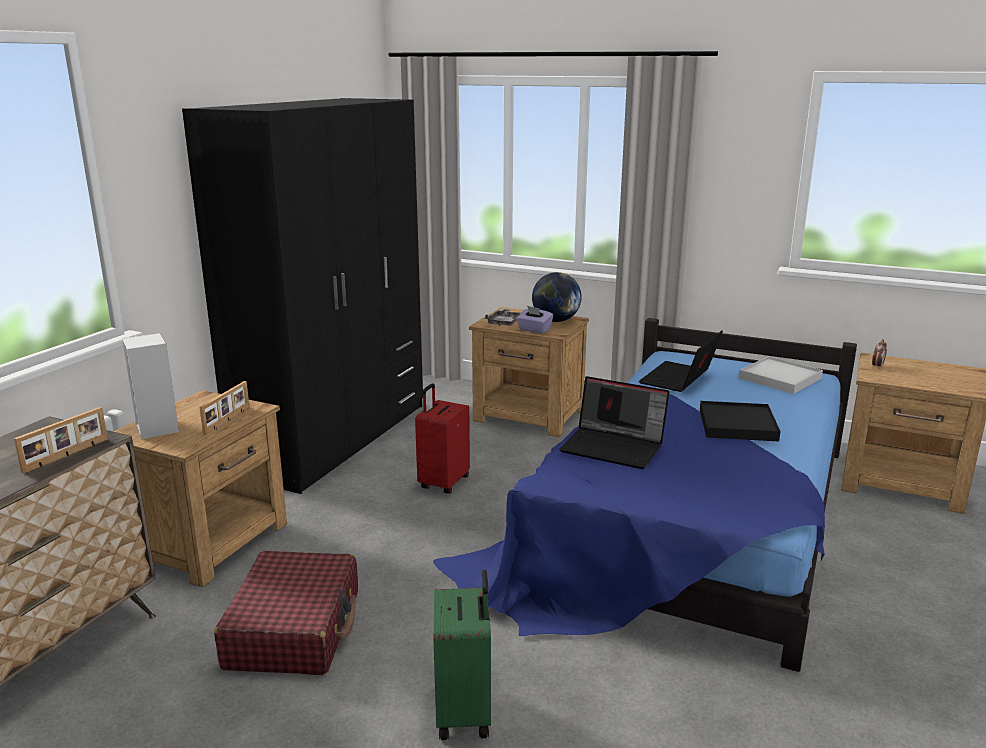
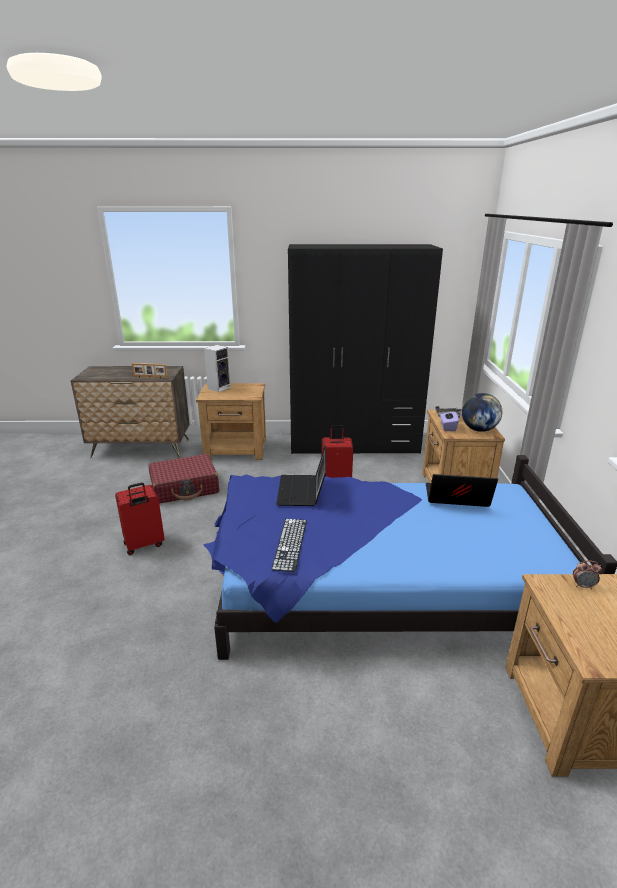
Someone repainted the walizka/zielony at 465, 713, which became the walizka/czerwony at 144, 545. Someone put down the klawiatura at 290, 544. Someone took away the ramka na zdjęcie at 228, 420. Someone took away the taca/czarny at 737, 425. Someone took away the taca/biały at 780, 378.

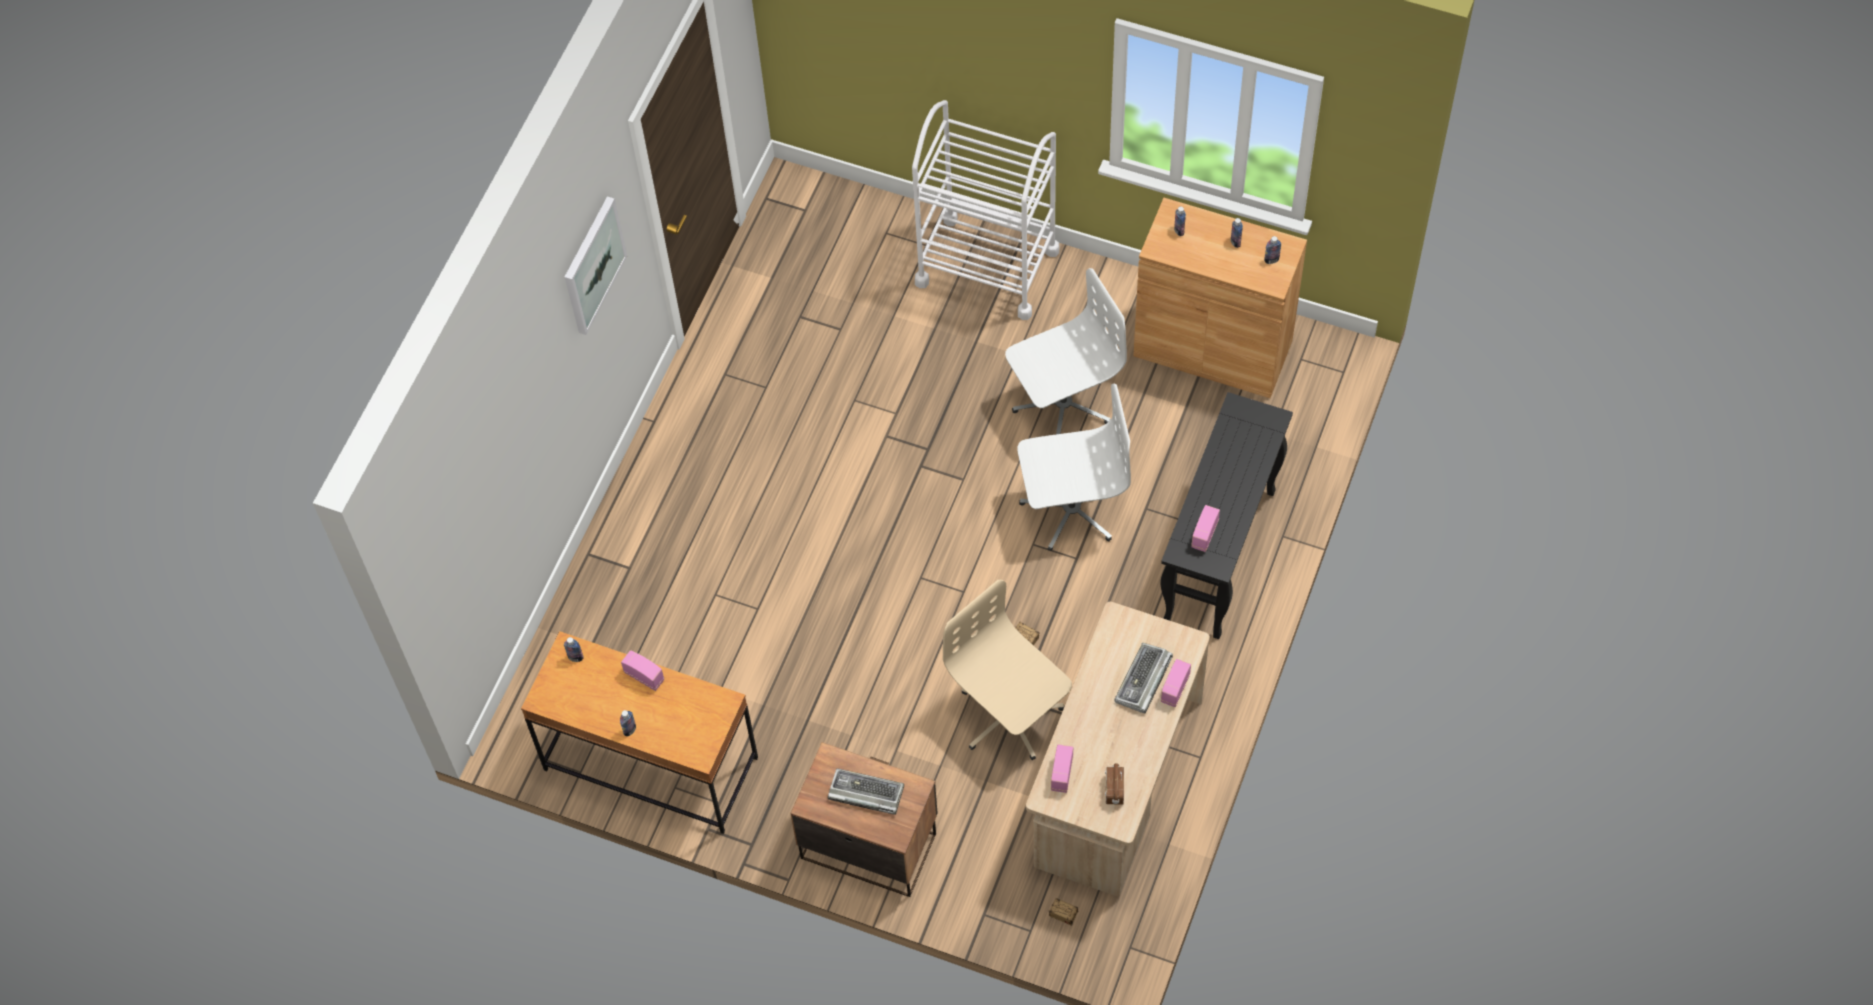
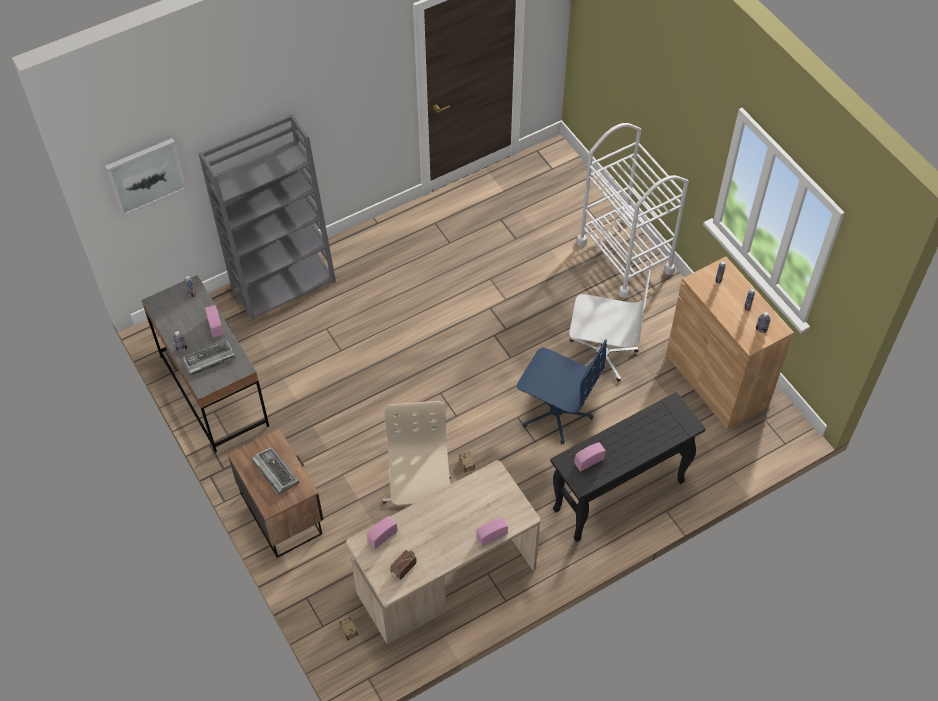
Someone carried the obraz from 592, 265 to 145, 176. Someone repainted the biurko/brązowy at 650, 763, which became the biurko/szary at 214, 391. Someone carried the klawiatura from 1143, 681 to 209, 360. Someone put down the regał/szary at 284, 283. Someone repainted the krzesło biurowe/biały at 1071, 508, which became the krzesło biurowe/niebieski at 556, 412.

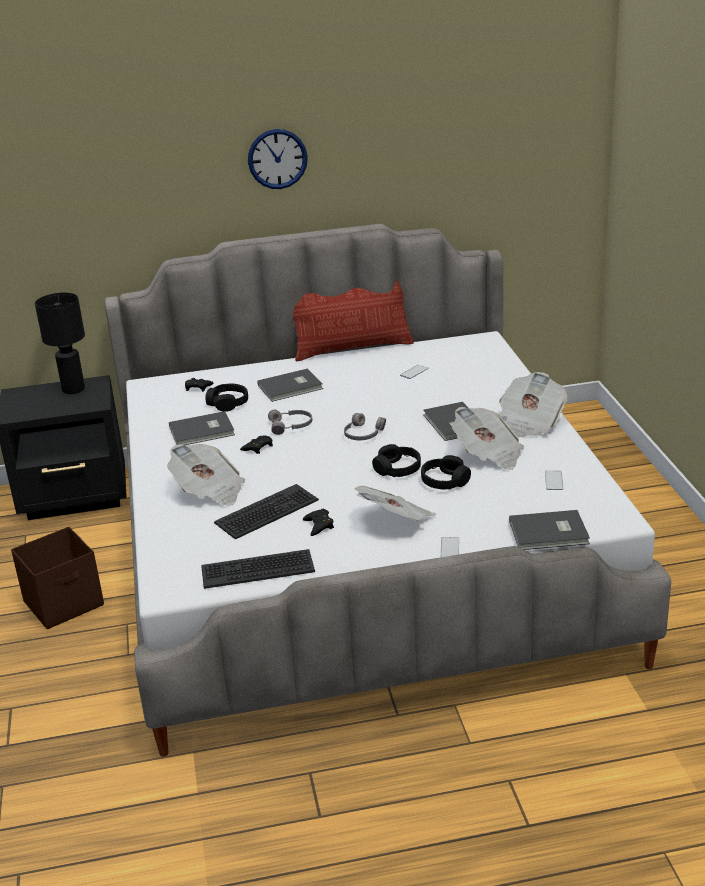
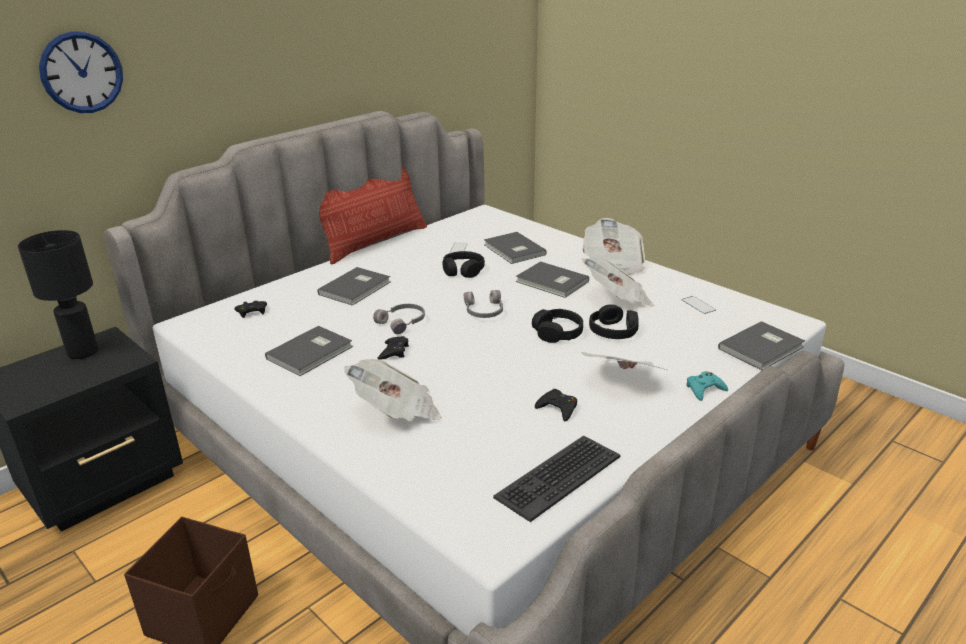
Someone carried the zegar ścienny from 277, 159 to 81, 72. Someone carried the słuchawki/czarny from 228, 403 to 463, 270. Someone put down the książka/szary at 513, 250. Someone swapped the telefon at 449, 549 for the pad do gier/turkusowy at 704, 389. Someone took away the klawiatura at 267, 512.

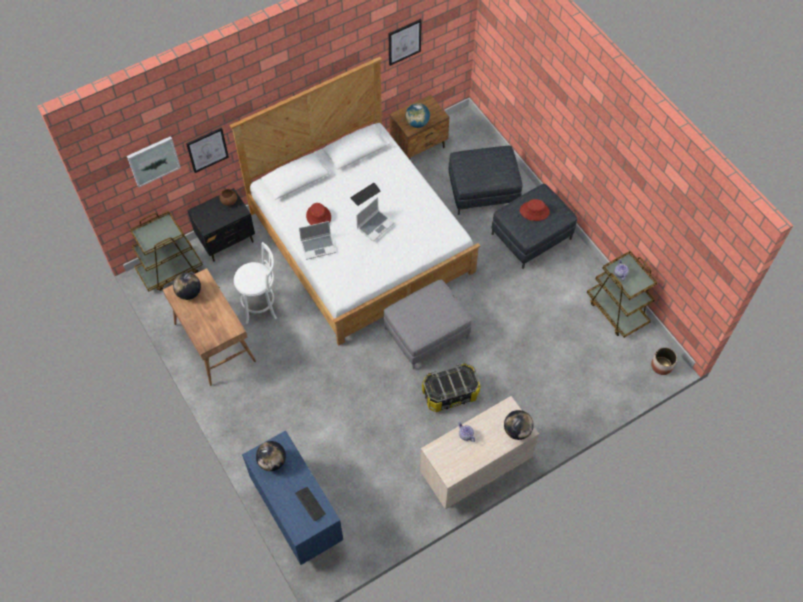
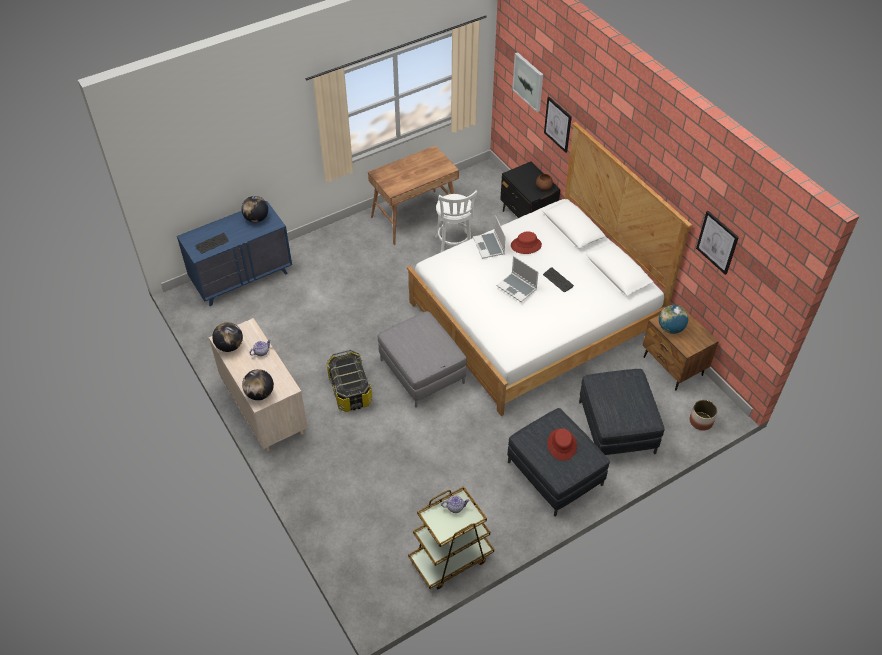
Someone carried the globus from 189, 293 to 230, 346. Someone carried the donica from 662, 365 to 701, 421. Someone took away the wózek/brązowy at 170, 270.

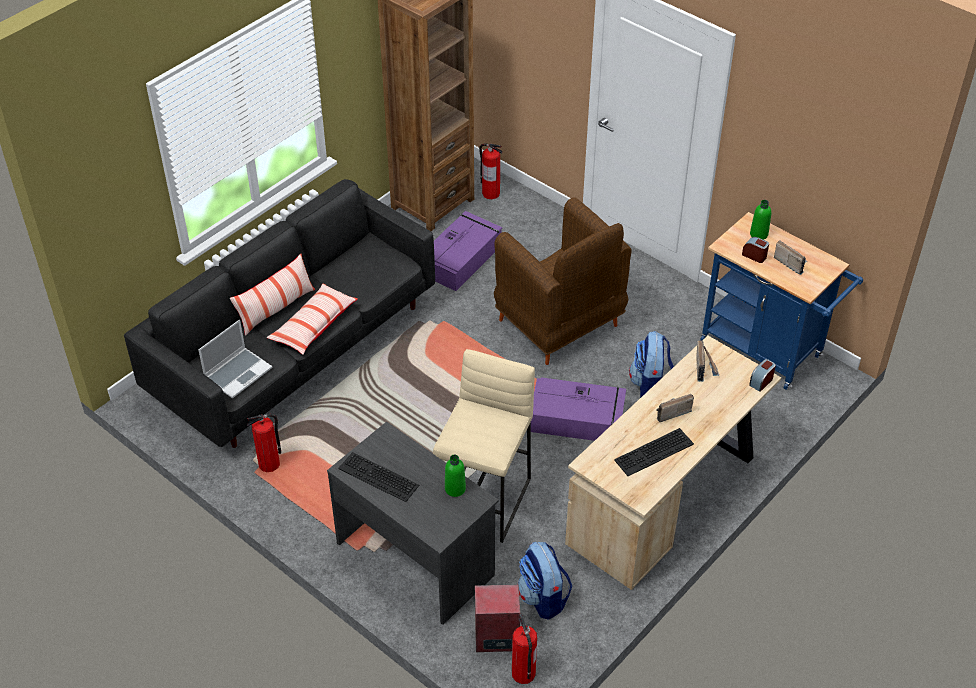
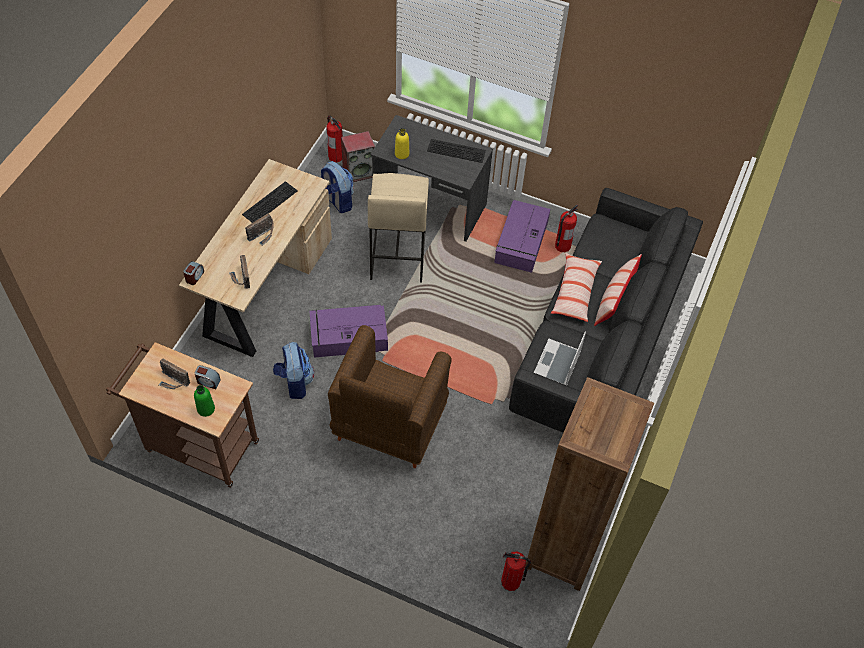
Someone repainted the wózek/niebieski at 767, 351, which became the wózek/brązowy at 196, 444. Someone rotated the fotel/brązowy at 559, 324 by 105 degrees counterclockwise. Someone repainted the butelka/zielony at 455, 489, which became the butelka/żółty at 402, 154. Someone carried the pojemnik do przechowywania/fioletowy from 461, 258 to 521, 243. Someone carried the laptop from 238, 373 to 557, 365.

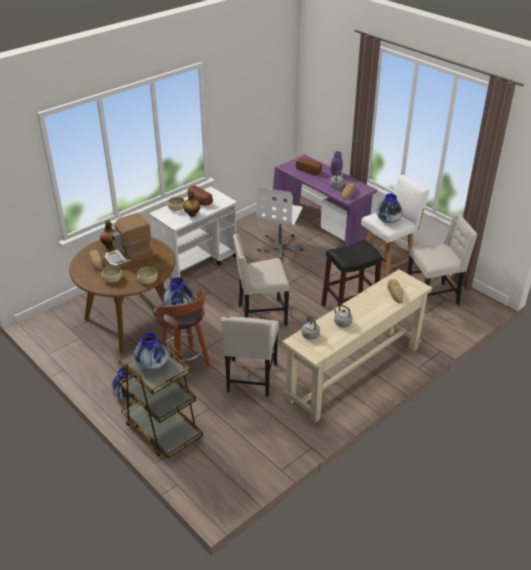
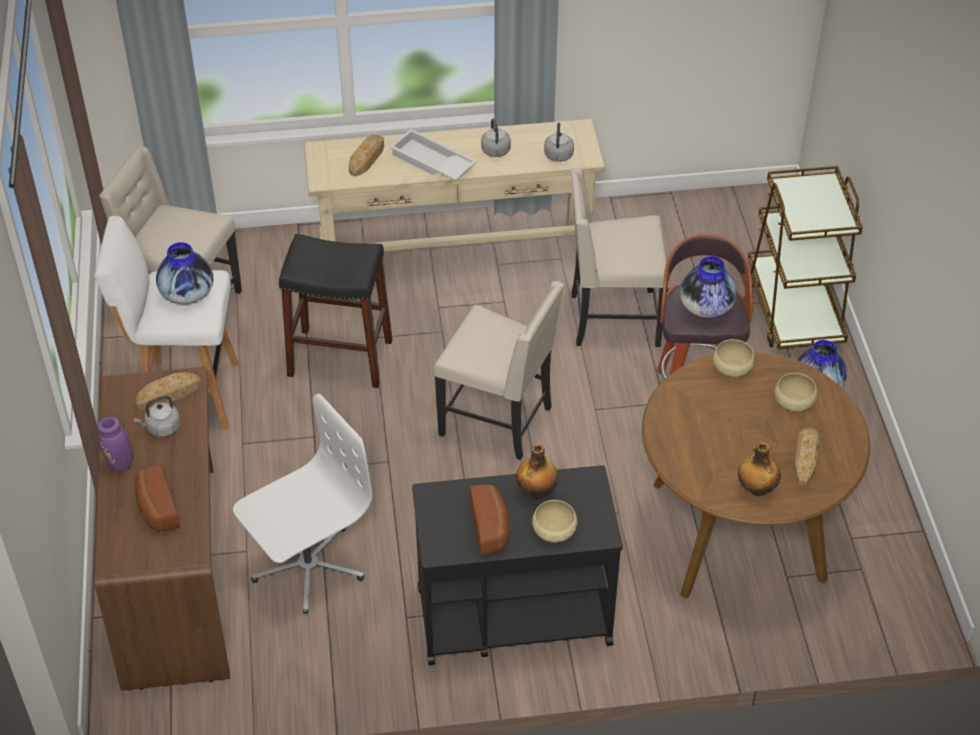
Someone repainted the biurko/fioletowy at 319, 228, which became the biurko/brązowy at 175, 572. Someone put down the taca/biały at 431, 162. Someone repainted the wózek/biały at 197, 262, which became the wózek/czarny at 512, 615. Someone rotated the krzesło/beżowy at 251, 378 by 135 degrees counterclockwise. Someone took away the ekspres do kawy at 129, 257. Someone took away the wazon at 152, 364.

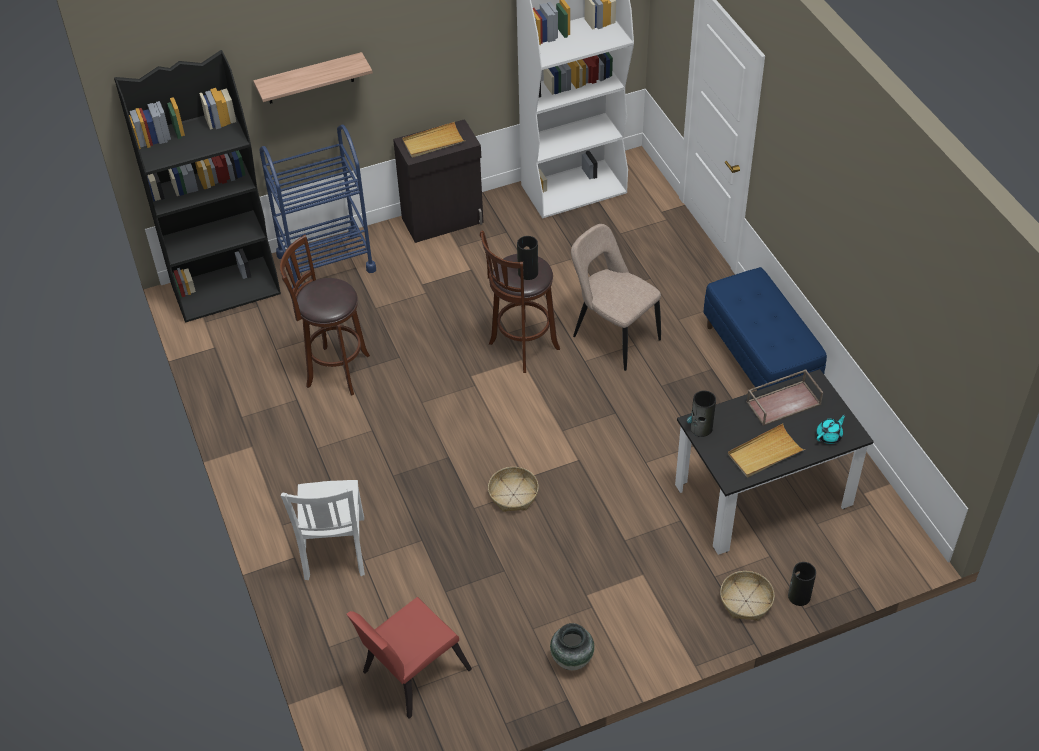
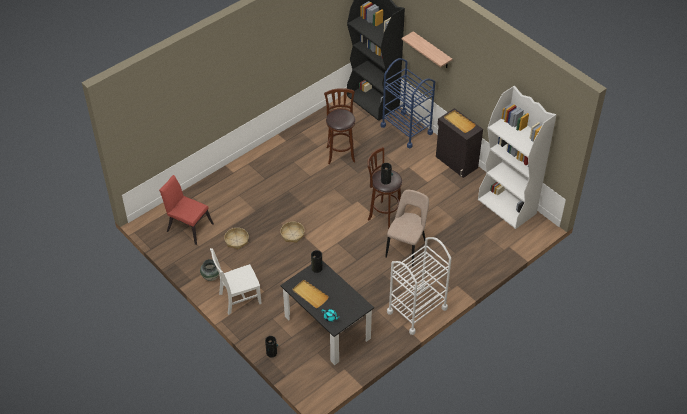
Someone carried the krzesło/biały from 334, 550 to 238, 299. Someone carried the koszyk from 746, 601 to 236, 241. Someone swapped the ławka/niebieski at 760, 360 for the wózek/biały at 417, 310. Someone took away the taca/brązowy at 783, 402.

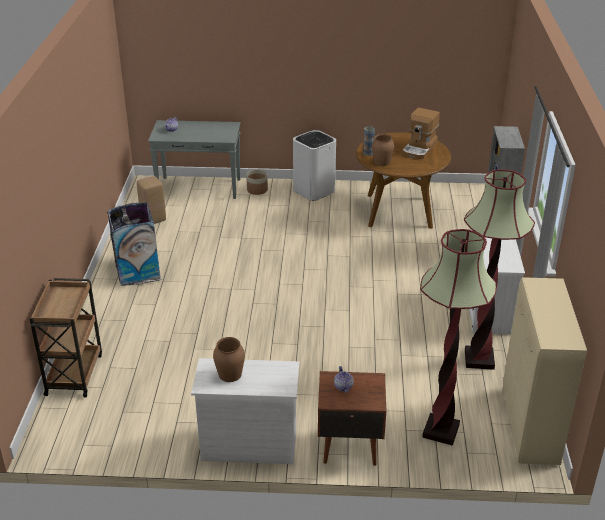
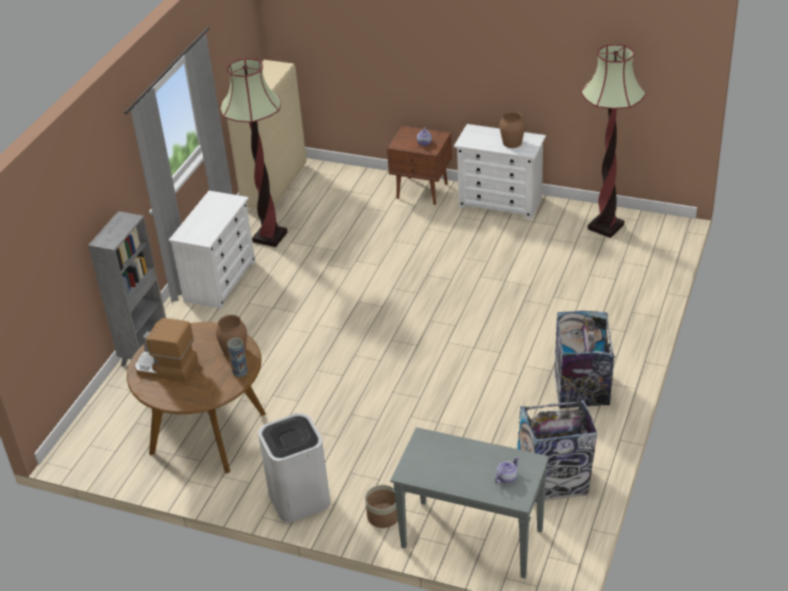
Someone rotated the ekspres do kawy at 420, 149 by 120 degrees counterclockwise. Someone swapped the stołek/beżowy at 153, 219 for the kosz na śmieci at 553, 480. Someone carried the lampa stojąca from 441, 431 to 605, 227. Someone took away the wózek/brązowy at 74, 373.

